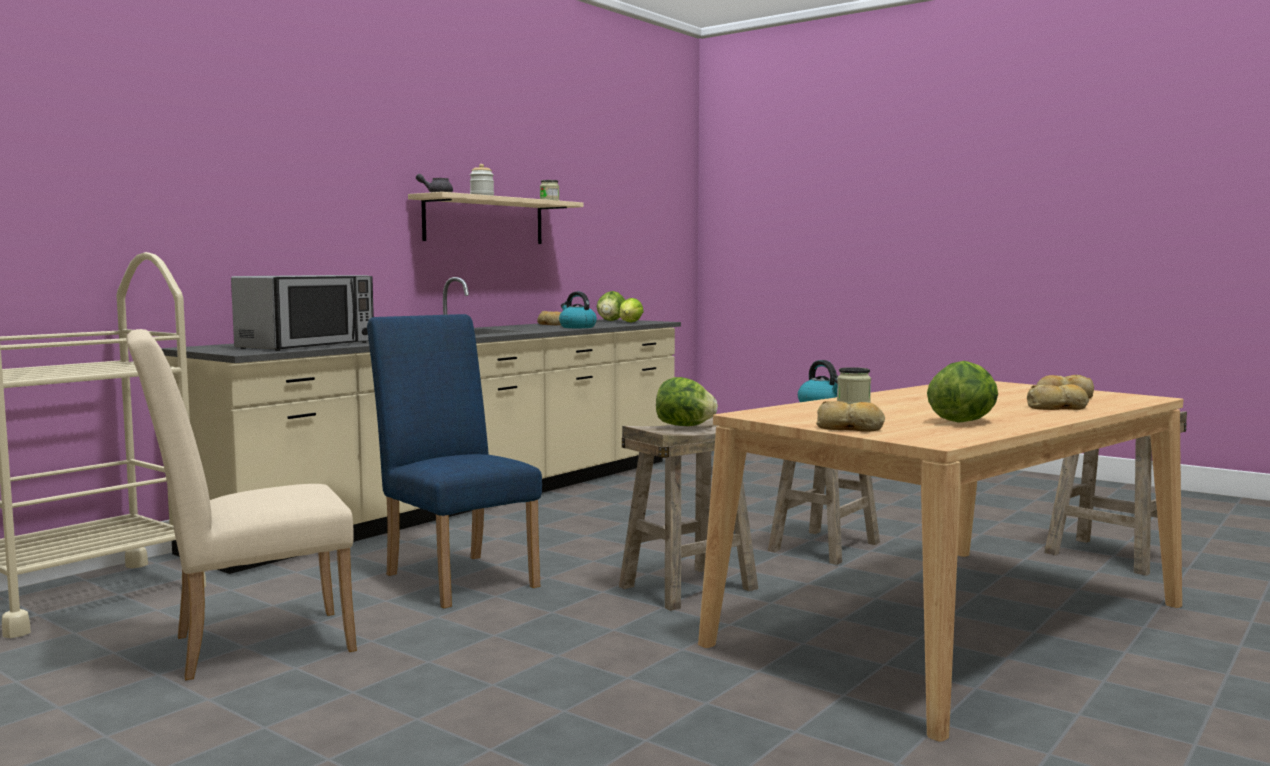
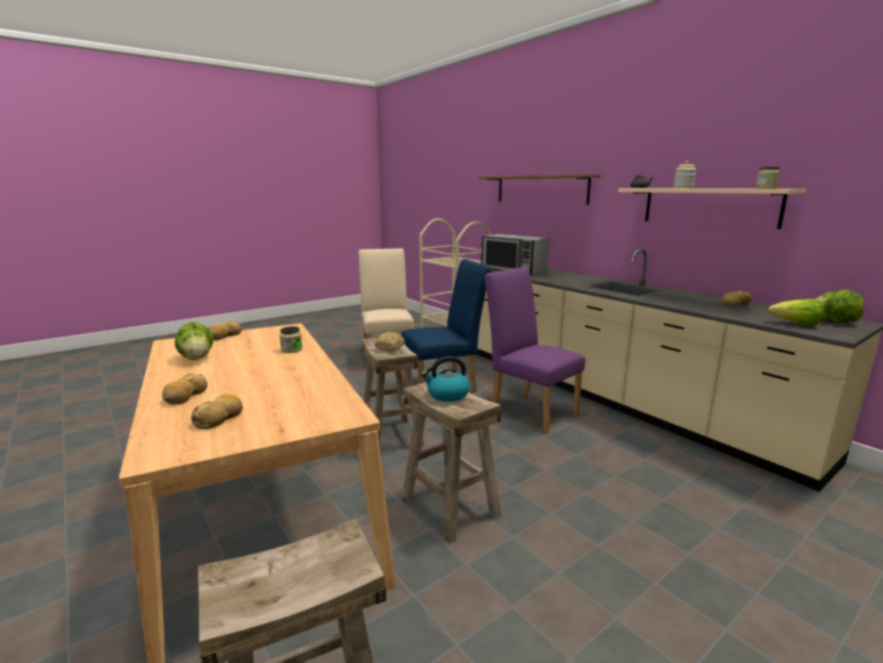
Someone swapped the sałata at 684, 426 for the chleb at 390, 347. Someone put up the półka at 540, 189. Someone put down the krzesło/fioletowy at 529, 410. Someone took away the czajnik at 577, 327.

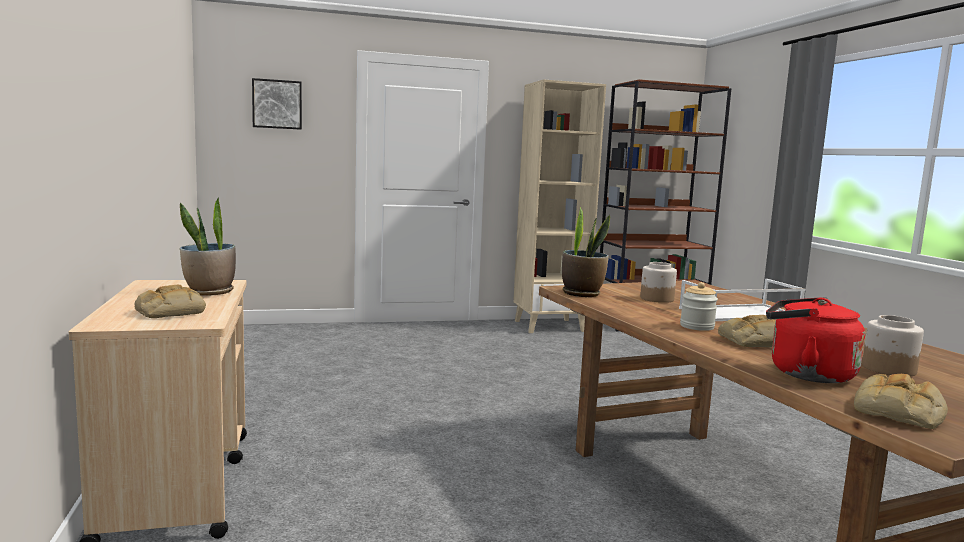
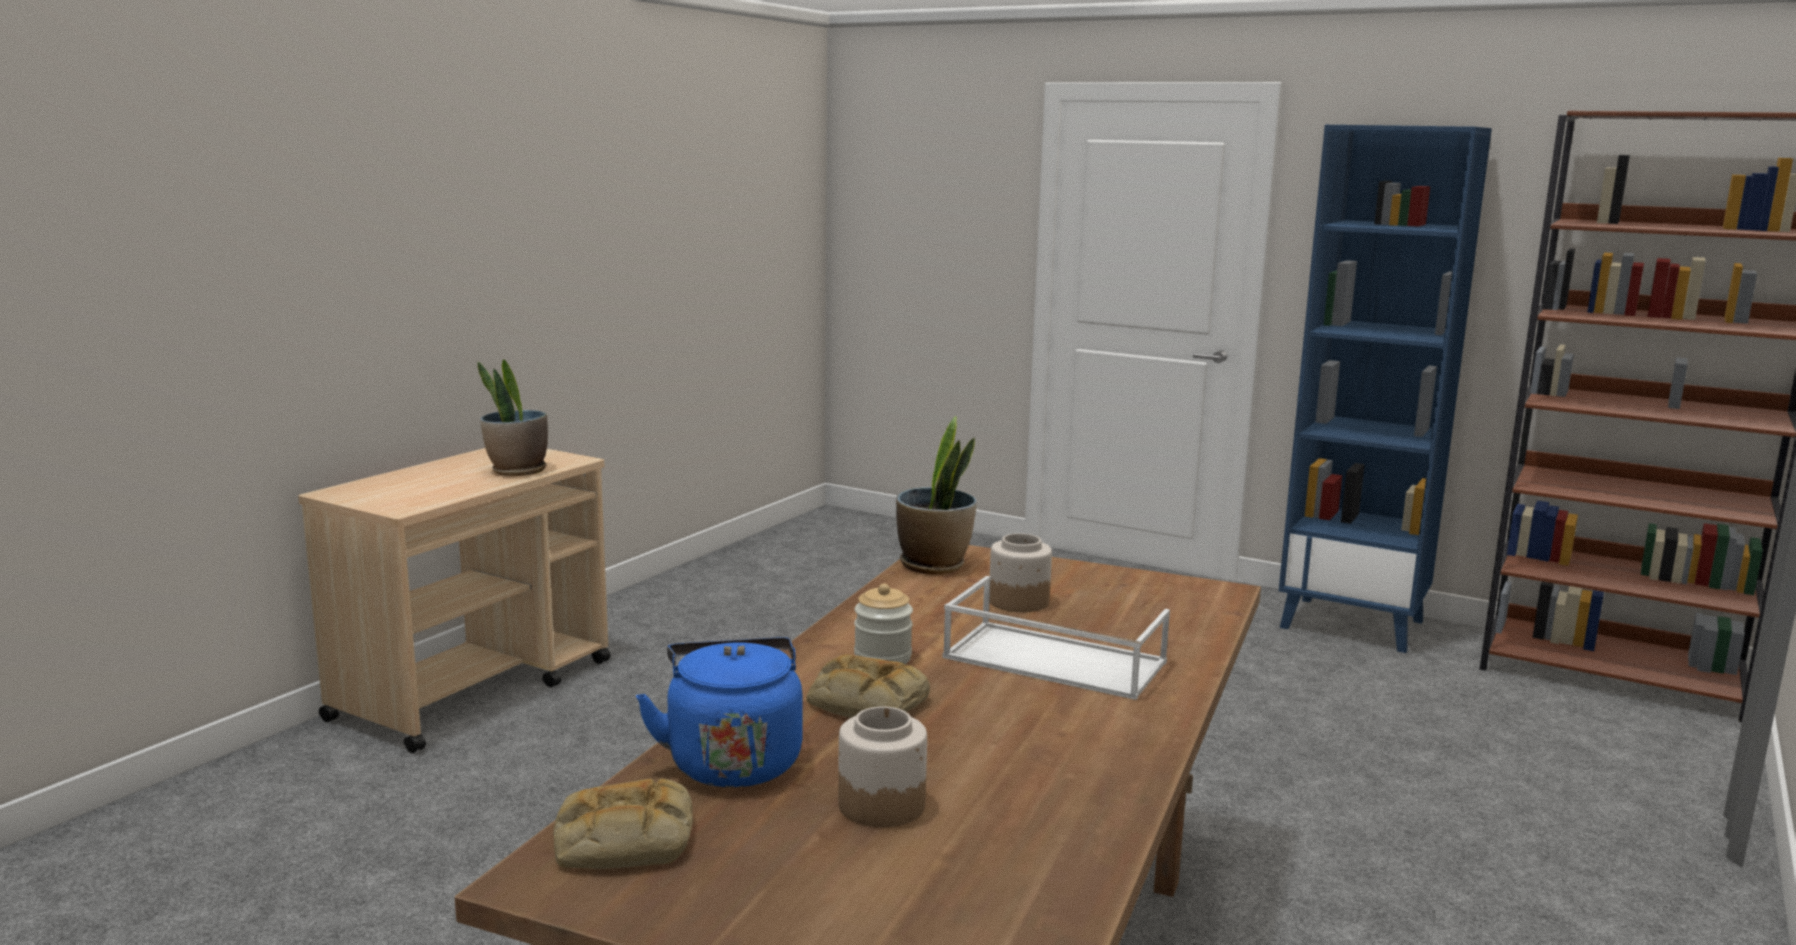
Someone repainted the czajnik/czerwony at 805, 374, which became the czajnik/niebieski at 732, 761. Someone repainted the regał/beżowy at 549, 326, which became the regał/niebieski at 1353, 624. Someone took away the chleb at 170, 312. Someone took away the obraz at 277, 104.

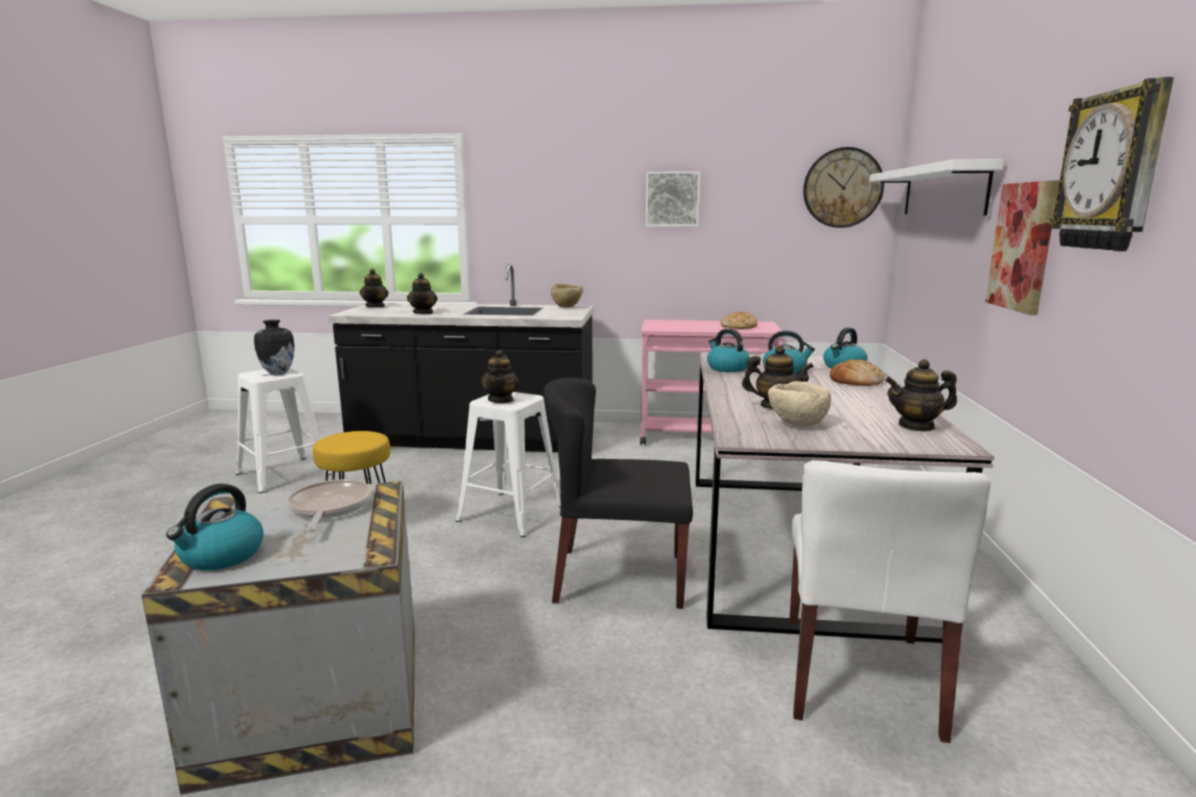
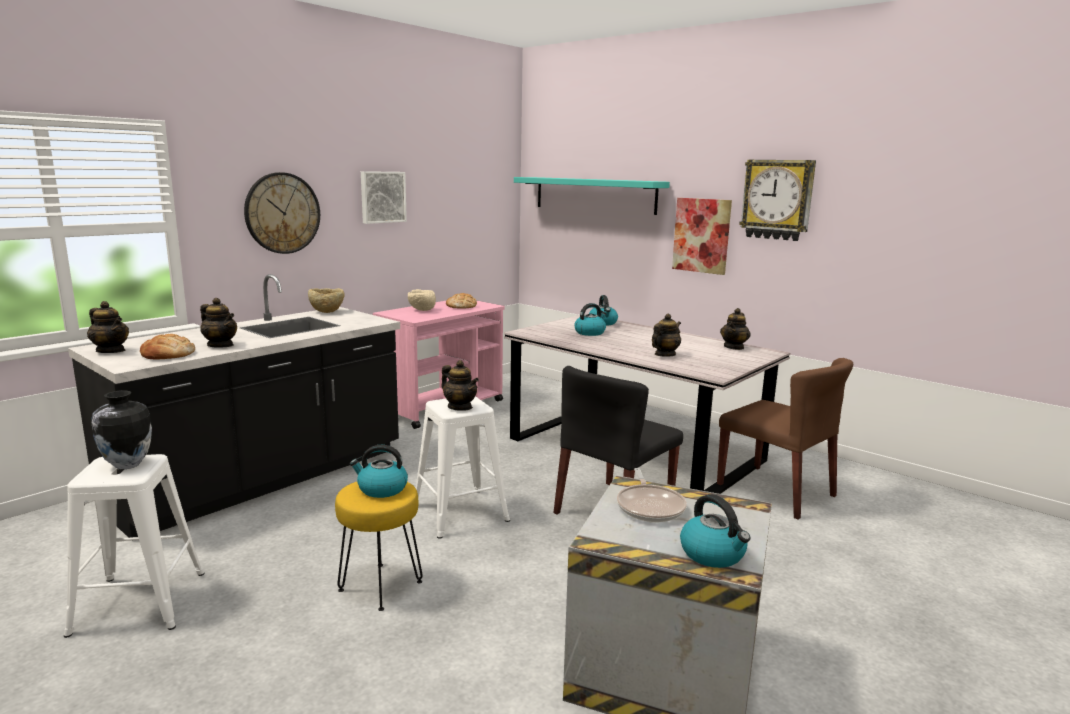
Someone carried the chleb from 855, 381 to 168, 354. Someone carried the zegar ścienny from 842, 188 to 282, 213. Someone carried the czajnik from 726, 368 to 381, 489. Someone carried the miska/beżowy from 797, 424 to 422, 310. Someone repainted the półka/biały at 943, 191, which became the półka/turkusowy at 594, 195. Someone rotated the patelnia at 329, 508 by 120 degrees counterclockwise. Someone repainted the krzesło/biały at 859, 677, which became the krzesło/brązowy at 776, 491.

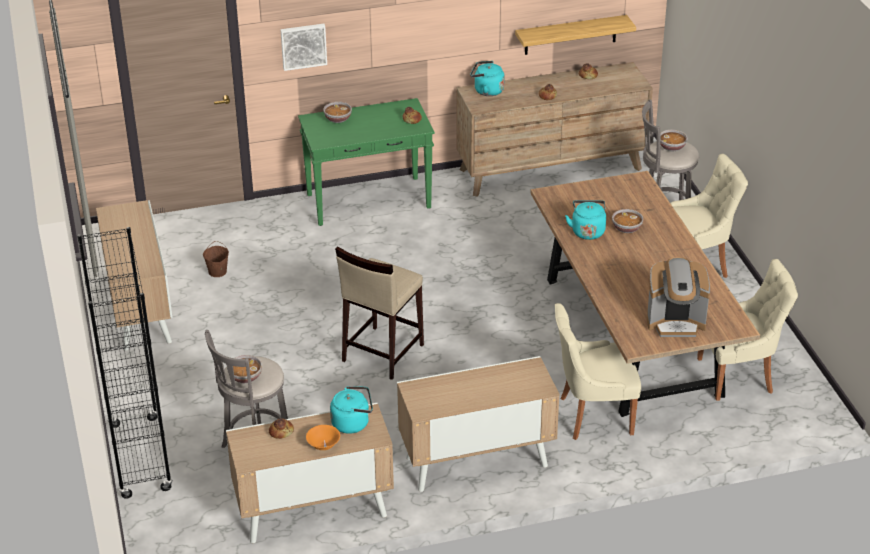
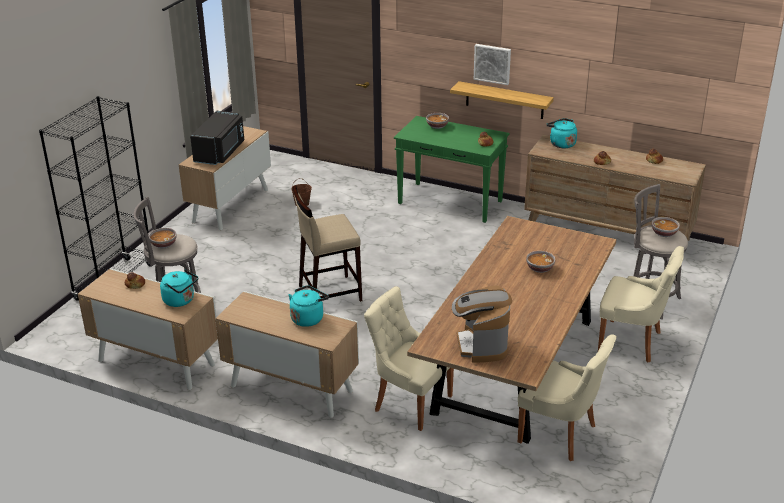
Someone put down the mikrofalówka/czarny at 220, 152. Someone carried the czajnik/turkusowy from 587, 231 to 308, 318. Someone carried the półka from 570, 35 to 504, 100. Someone rotated the ekspres do kawy at 675, 322 by 45 degrees clockwise. Someone carried the obraz from 303, 46 to 492, 63. Someone took away the miska/pomarańczowy at 323, 445.

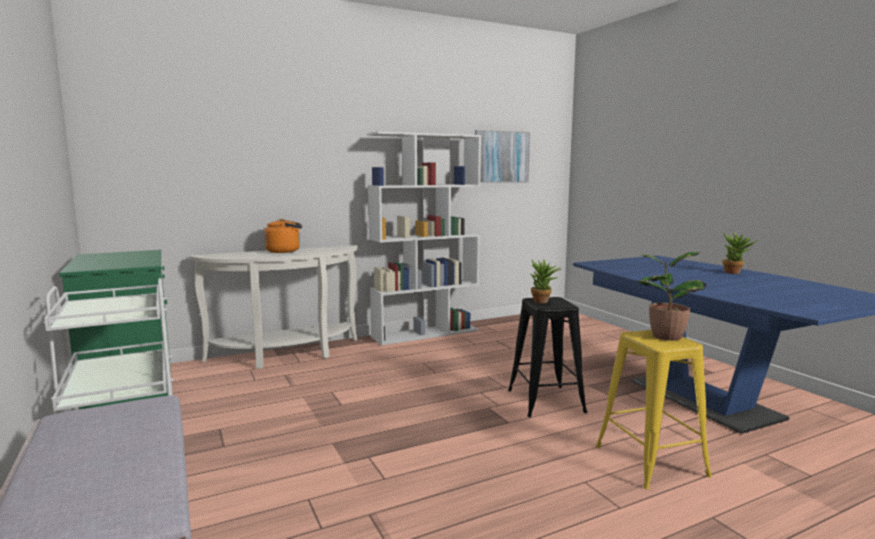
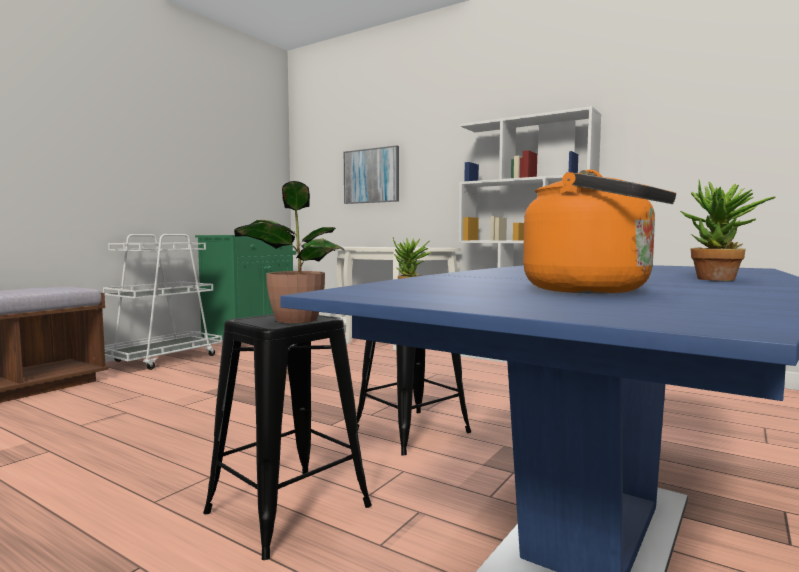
Someone repainted the stołek/żółty at 650, 461, which became the stołek/czarny at 288, 509. Someone carried the obraz from 501, 157 to 371, 176. Someone carried the czajnik/pomarańczowy from 285, 251 to 595, 290.

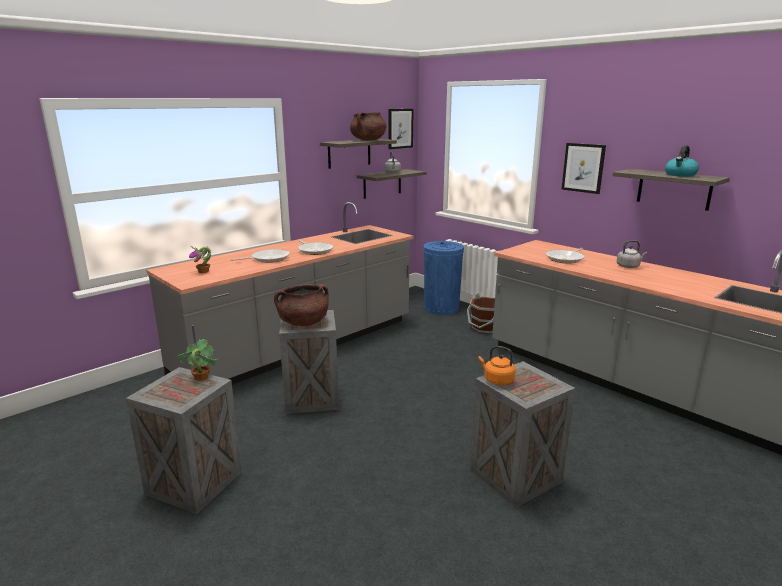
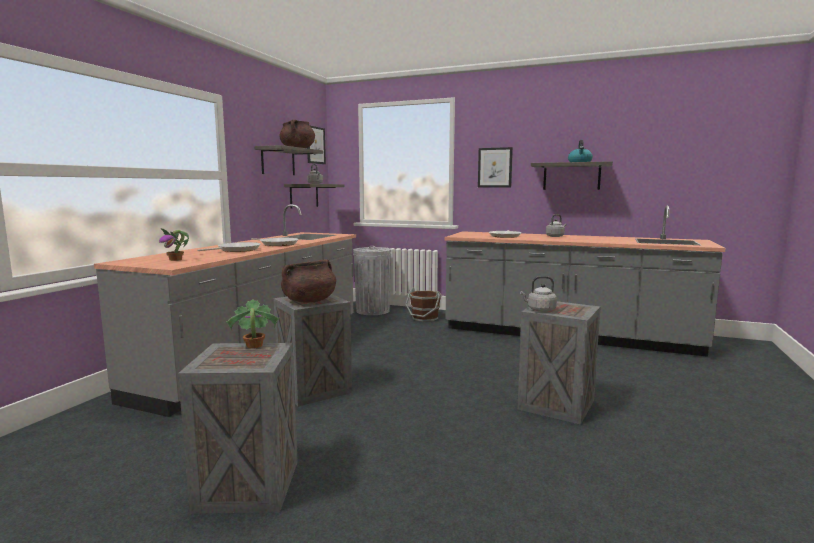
Someone repainted the kosz na śmieci/niebieski at 441, 308, which became the kosz na śmieci/szary at 373, 311. Someone repainted the czajnik/pomarańczowy at 497, 380, which became the czajnik/szary at 540, 310.

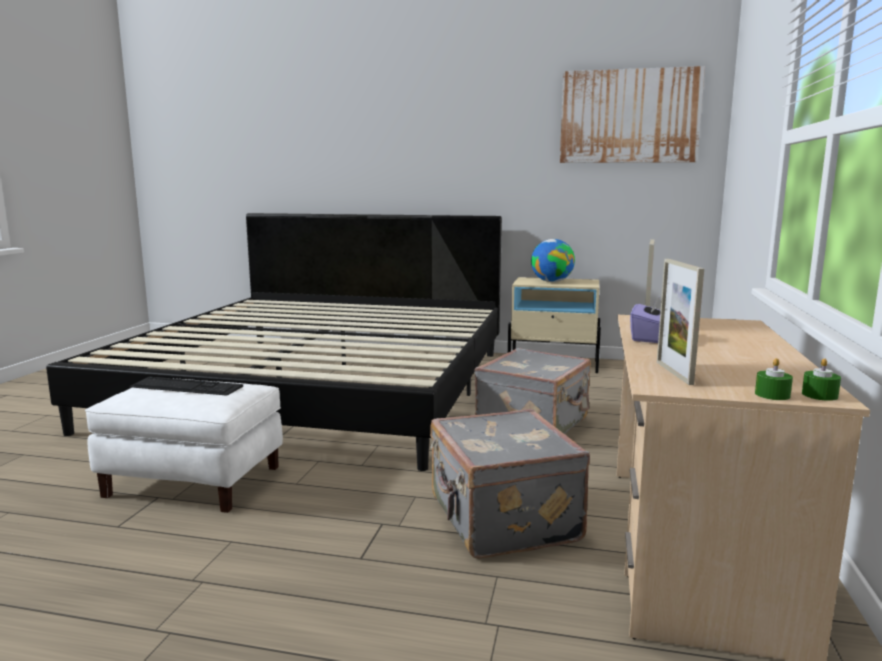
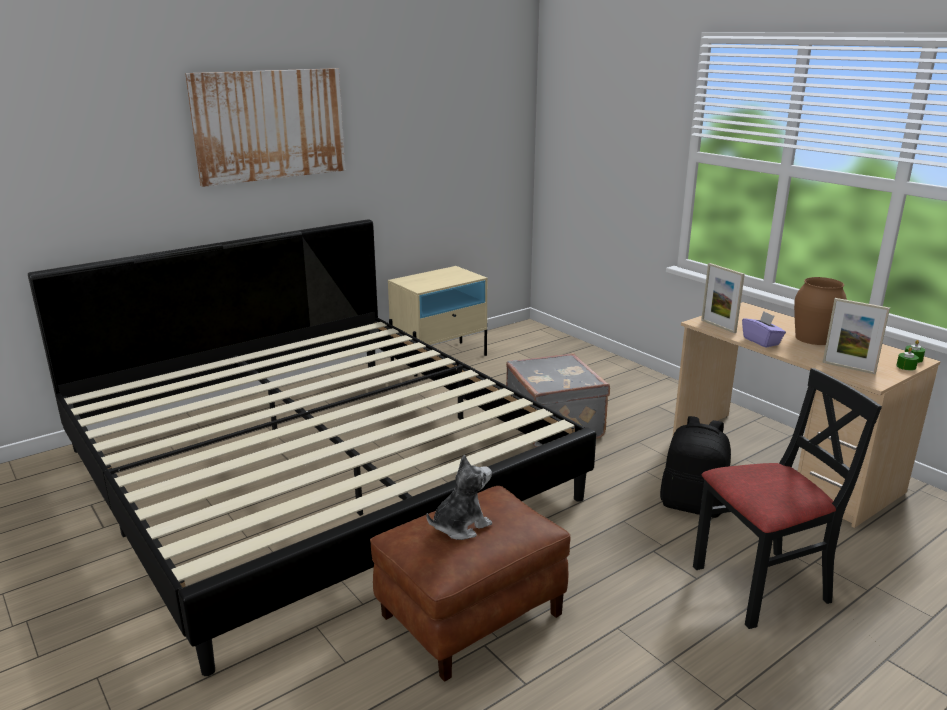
Someone carried the obraz from 629, 116 to 270, 125. Someone repainted the pufa/biały at 195, 481, which became the pufa/brązowy at 471, 614. Someone swapped the klawiatura at 186, 386 for the pluszak at 460, 526. Someone swapped the walizka/szary at 501, 520 for the plecak/czarny at 693, 505. Someone put down the krzesło/czarny at 762, 586. Someone put down the wazon/brązowy at 813, 338. Someone took away the globus at 552, 282.

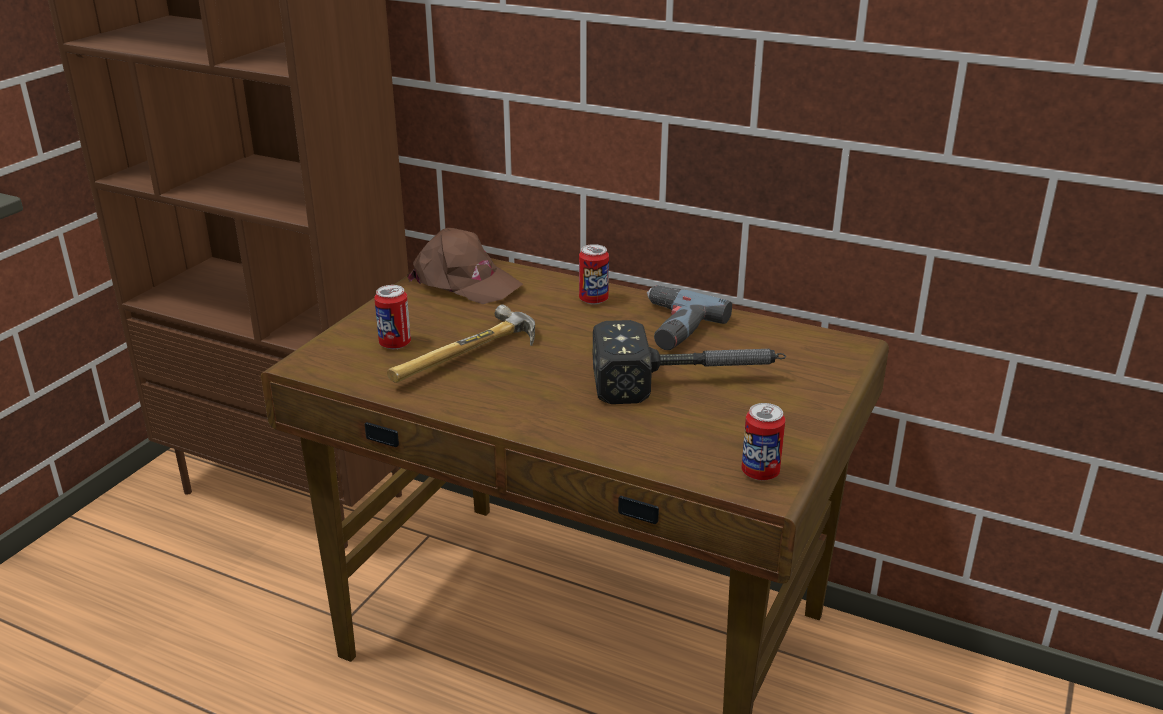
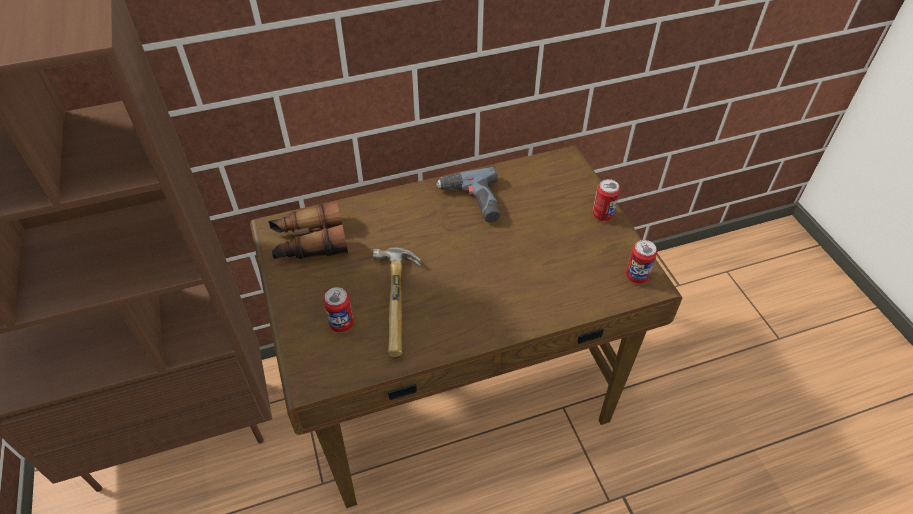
Someone swapped the czapka z daszkiem/brązowy at 464, 283 for the lornetka at 309, 242. Someone carried the puszka from 593, 300 to 602, 215. Someone took away the młotek at 689, 381.

